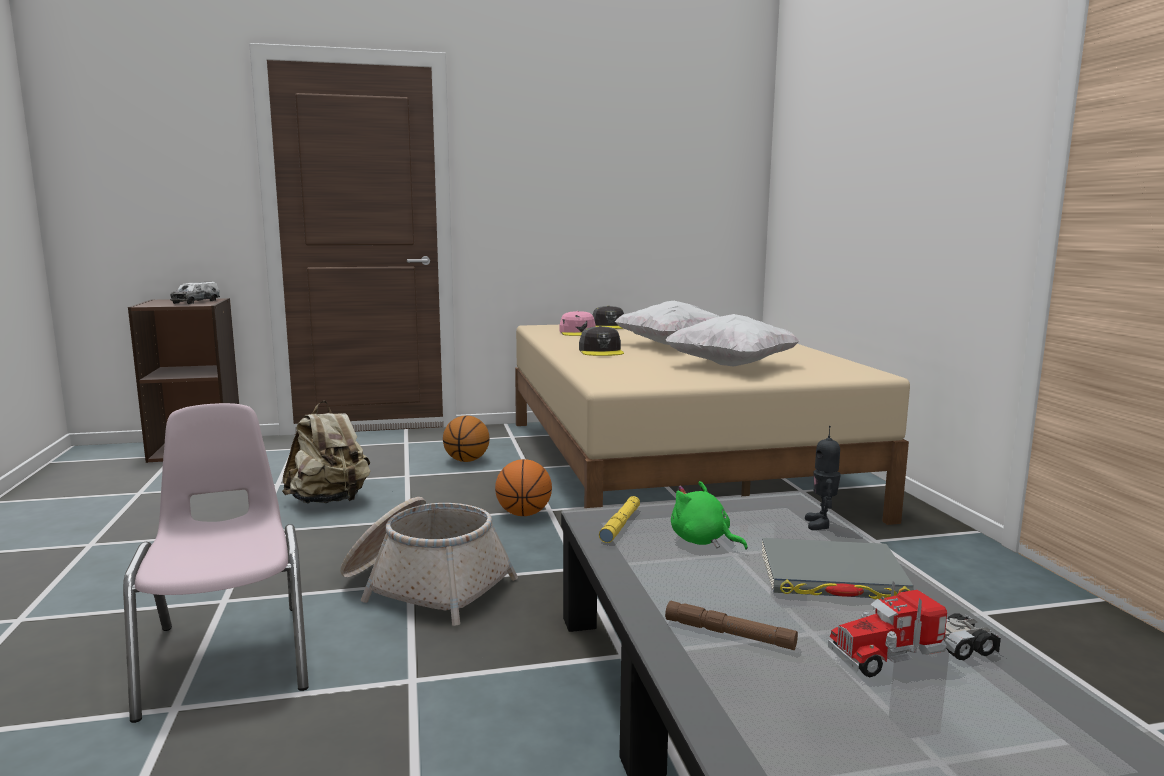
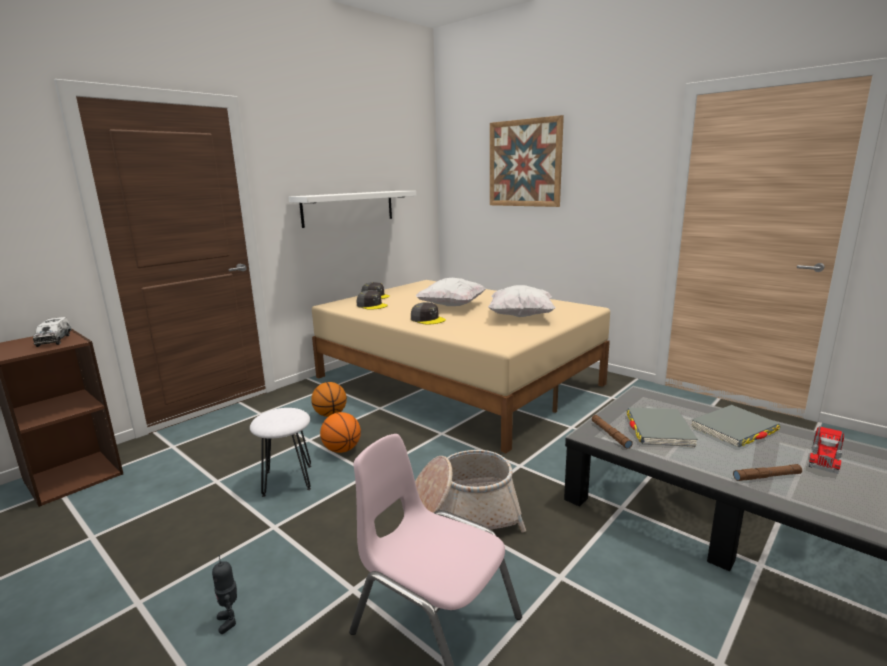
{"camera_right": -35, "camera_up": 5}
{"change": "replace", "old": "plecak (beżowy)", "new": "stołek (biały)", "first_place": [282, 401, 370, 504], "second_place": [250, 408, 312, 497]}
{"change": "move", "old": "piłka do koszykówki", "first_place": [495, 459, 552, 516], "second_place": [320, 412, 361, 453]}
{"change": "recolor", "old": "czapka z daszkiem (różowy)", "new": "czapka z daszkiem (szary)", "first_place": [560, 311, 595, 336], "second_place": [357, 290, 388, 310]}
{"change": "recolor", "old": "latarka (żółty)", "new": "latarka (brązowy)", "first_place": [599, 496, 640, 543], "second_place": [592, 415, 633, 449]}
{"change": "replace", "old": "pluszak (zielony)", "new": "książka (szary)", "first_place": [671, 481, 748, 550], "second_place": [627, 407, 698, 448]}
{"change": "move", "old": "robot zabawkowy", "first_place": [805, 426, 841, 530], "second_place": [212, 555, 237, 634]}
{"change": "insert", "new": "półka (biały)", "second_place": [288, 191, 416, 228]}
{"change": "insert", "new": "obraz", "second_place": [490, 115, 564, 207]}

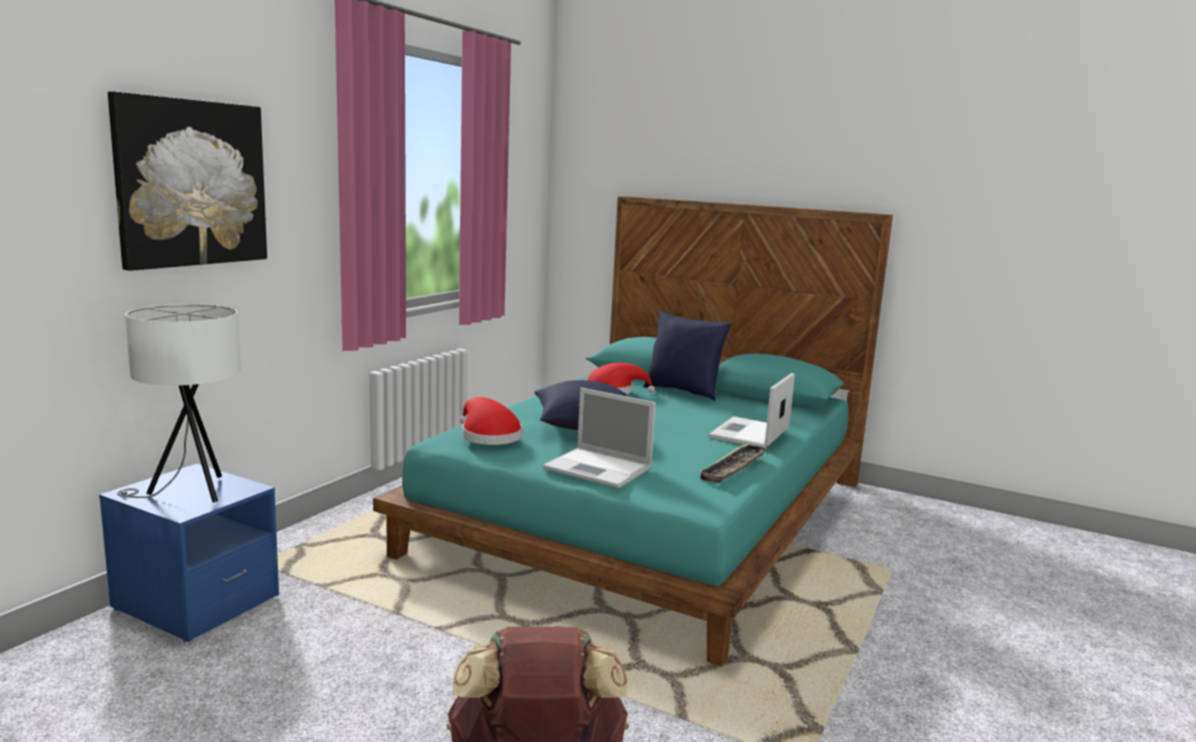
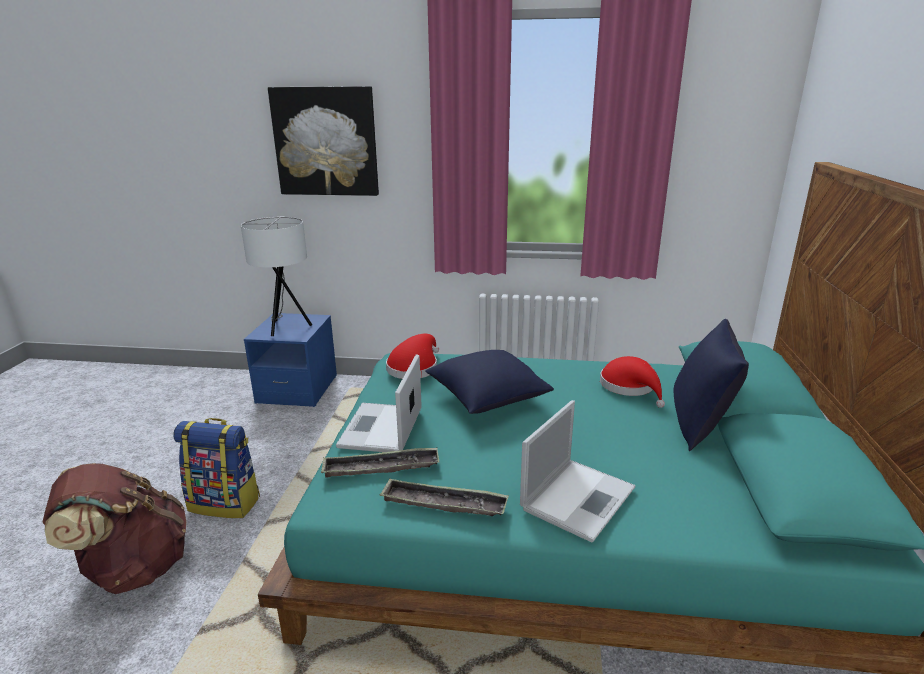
{"camera_right": 70, "camera_up": 10}
{"change": "rotate", "old": "laptop", "first_place": [708, 373, 795, 448], "second_place": [520, 400, 635, 543], "degrees": 120}
{"change": "insert", "new": "plecak", "second_place": [173, 418, 260, 518]}
{"change": "insert", "new": "taca", "second_place": [321, 447, 440, 478]}

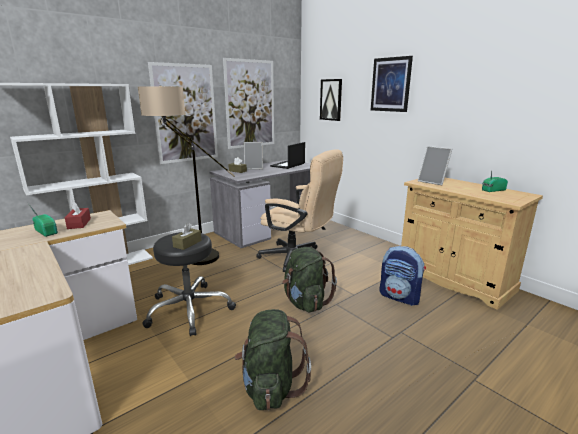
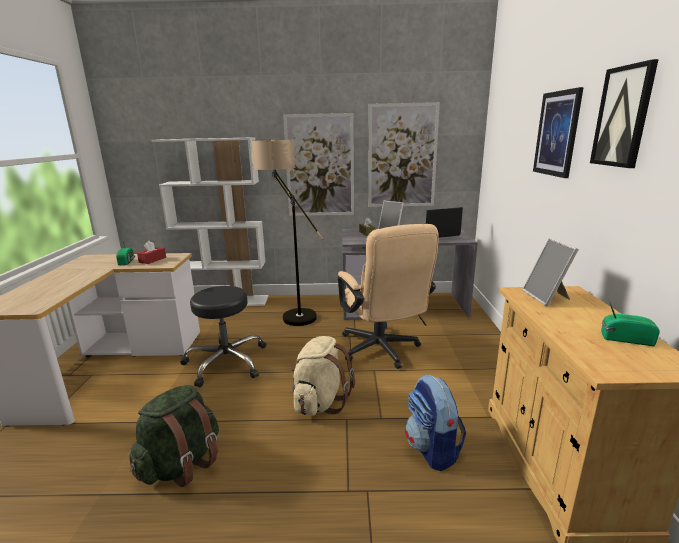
{"camera_right": 40, "camera_up": 0}
{"change": "delete", "old": "pudełko chusteczek (brązowy)", "first_place": [172, 223, 202, 250]}
{"change": "recolor", "old": "plecak (zielony)", "new": "plecak (beżowy)", "first_place": [282, 247, 337, 313], "second_place": [291, 336, 355, 416]}
{"change": "move", "old": "obraz", "first_place": [320, 79, 342, 121], "second_place": [590, 59, 659, 168]}

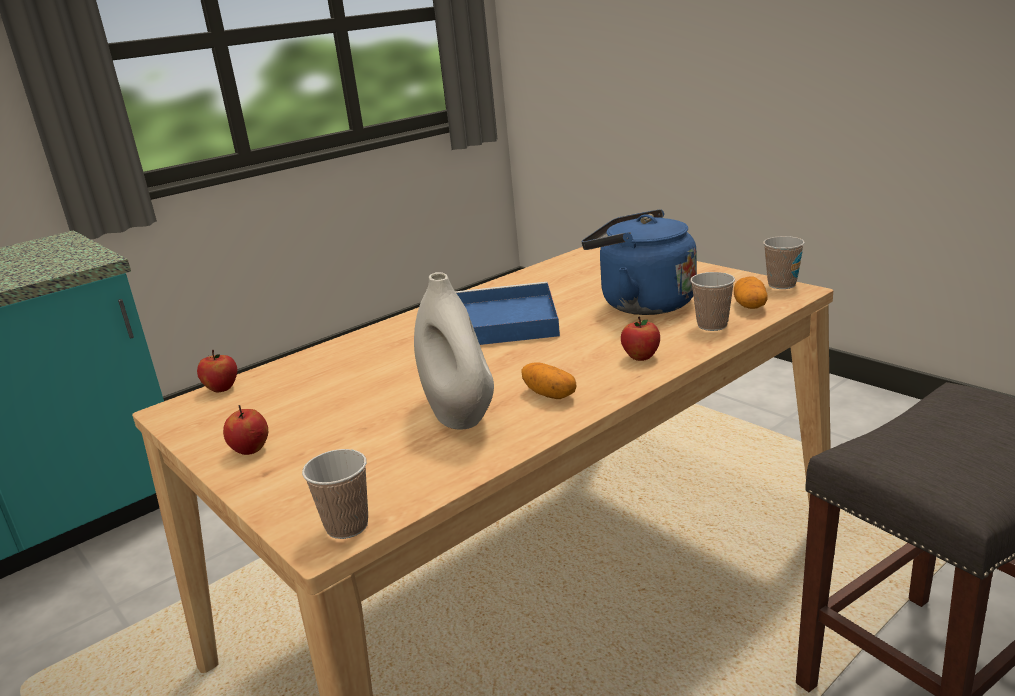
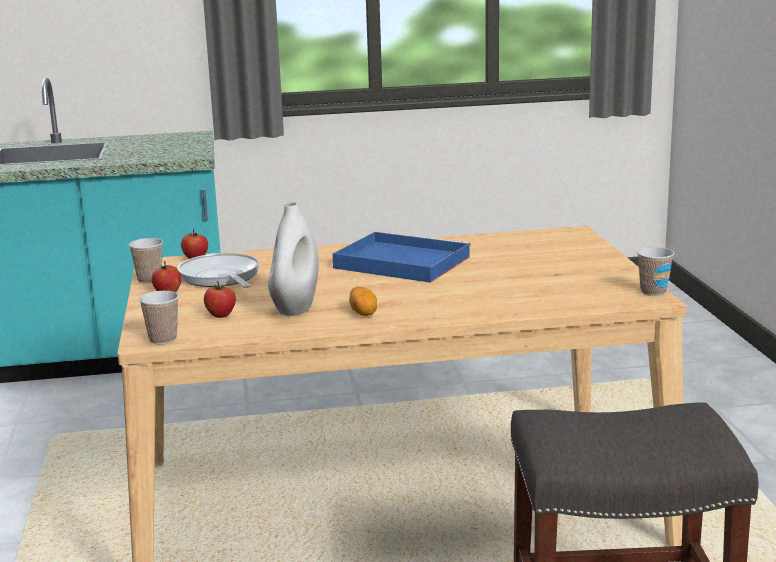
{"camera_right": 30, "camera_up": -5}
{"change": "delete", "old": "czajnik (niebieski)", "first_place": [581, 209, 697, 315]}
{"change": "move", "old": "jabłko", "first_place": [621, 317, 660, 361], "second_place": [204, 281, 236, 318]}
{"change": "move", "old": "filiżanka", "first_place": [690, 272, 735, 331], "second_place": [129, 238, 163, 284]}
{"change": "delete", "old": "ziemniak", "first_place": [734, 276, 768, 309]}
{"change": "insert", "new": "patelnia", "second_place": [177, 253, 259, 288]}

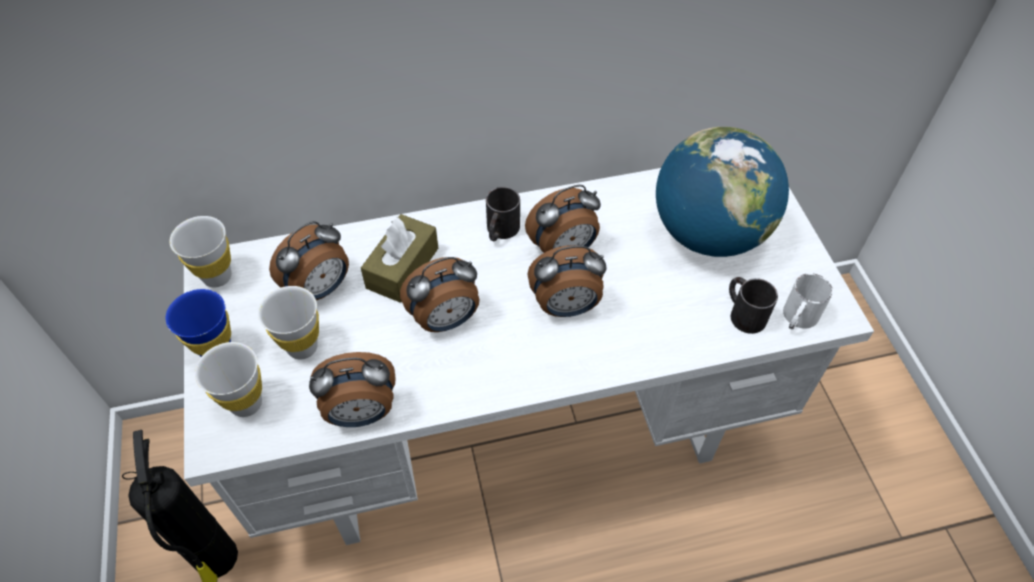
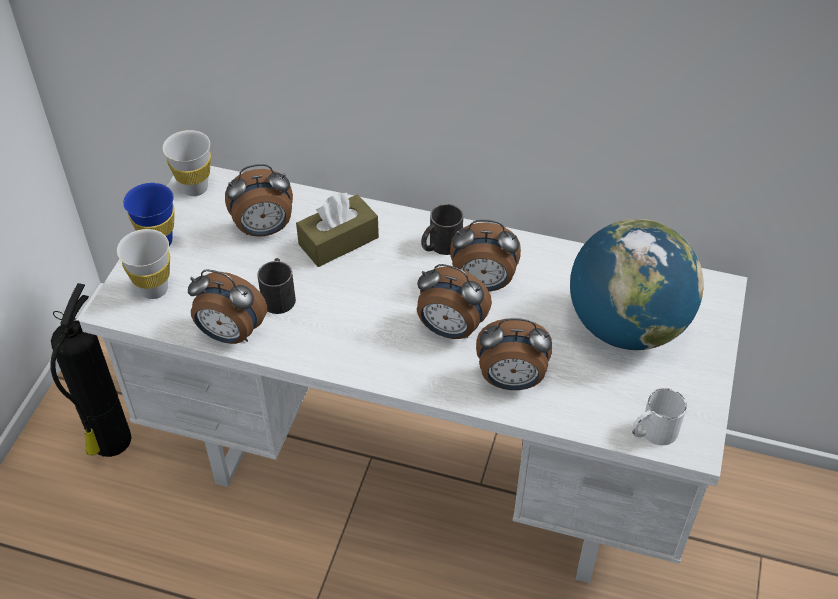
{"camera_right": 30, "camera_up": -5}
{"change": "delete", "old": "filiżanka (biały)", "first_place": [258, 286, 319, 360]}
{"change": "move", "old": "budzik", "first_place": [400, 257, 480, 332], "second_place": [476, 318, 552, 390]}
{"change": "move", "old": "kubek (czarny)", "first_place": [729, 277, 778, 334], "second_place": [257, 258, 296, 314]}

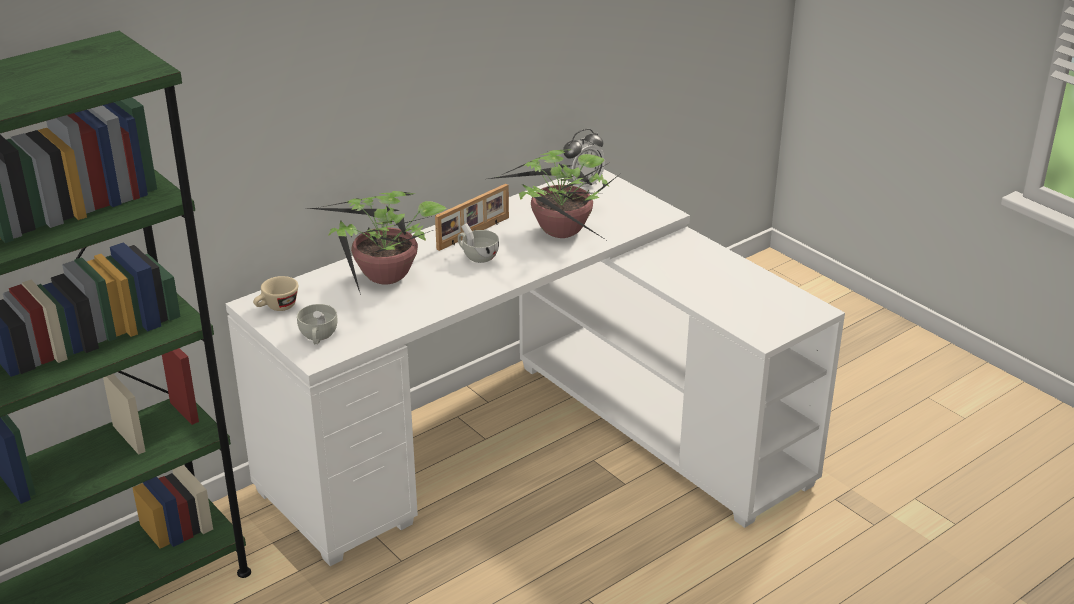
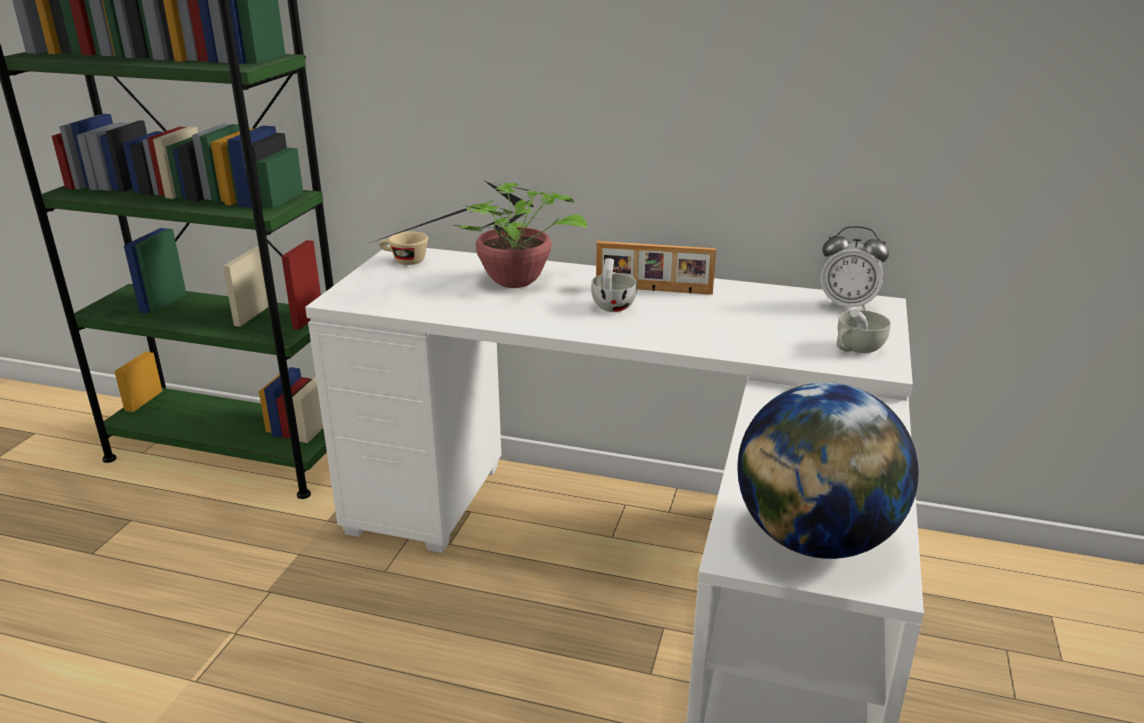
{"camera_right": 55, "camera_up": -5}
{"change": "move", "old": "filiżanka (biały)", "first_place": [297, 304, 338, 344], "second_place": [837, 309, 891, 353]}
{"change": "delete", "old": "roślina doniczkowa", "first_place": [488, 149, 620, 240]}
{"change": "insert", "new": "globus", "second_place": [737, 382, 918, 559]}

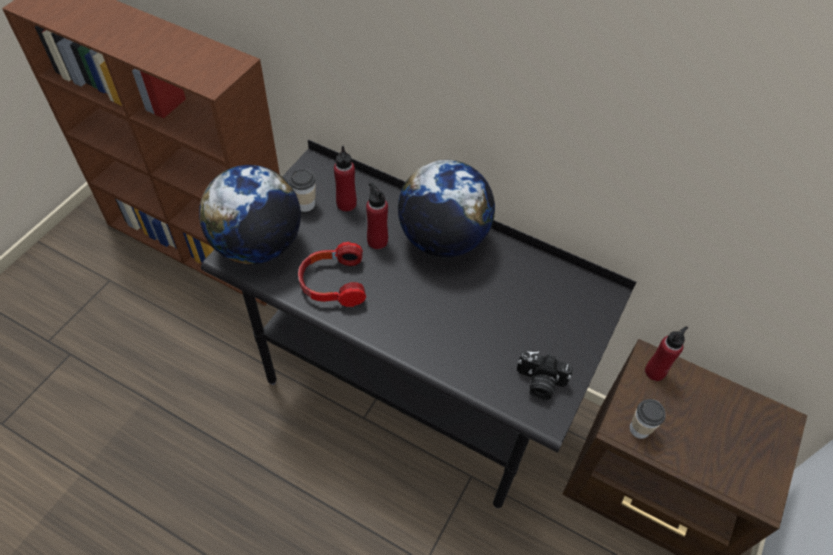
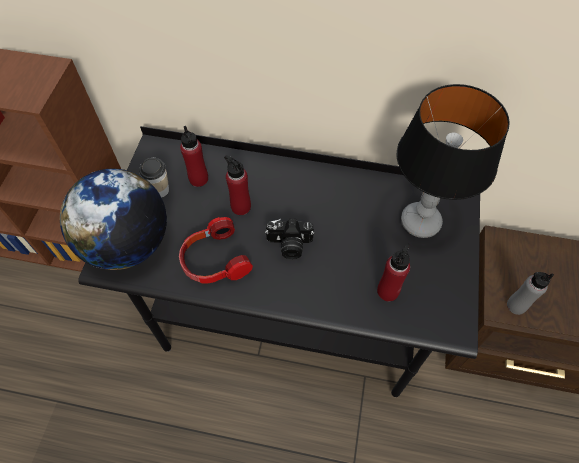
{"camera_right": -15, "camera_up": 5}
{"change": "delete", "old": "globus", "first_place": [398, 160, 495, 257]}
{"change": "move", "old": "aparat fotograficzny", "first_place": [517, 351, 573, 400], "second_place": [265, 219, 314, 259]}
{"change": "replace", "old": "filiżanka", "new": "butelka (szary)", "first_place": [630, 399, 666, 439], "second_place": [507, 272, 554, 315]}
{"change": "move", "old": "butelka (czerwony)", "first_place": [645, 326, 688, 381], "second_place": [377, 244, 410, 302]}
{"change": "insert", "new": "lampa stołowa", "second_place": [397, 84, 510, 238]}

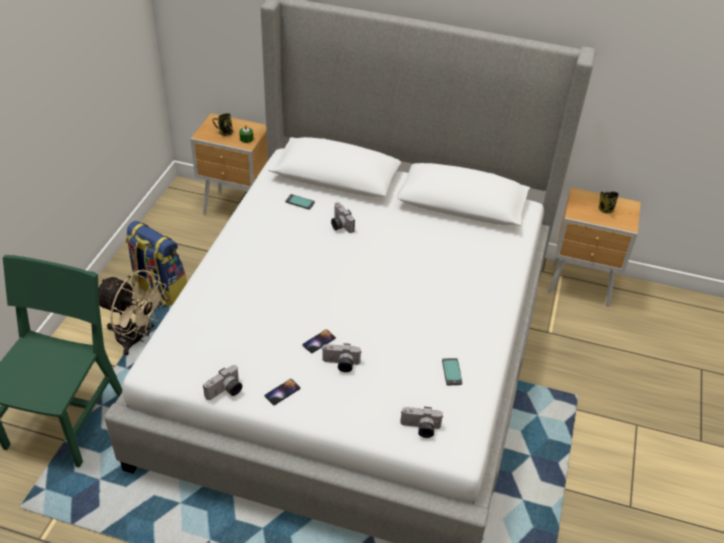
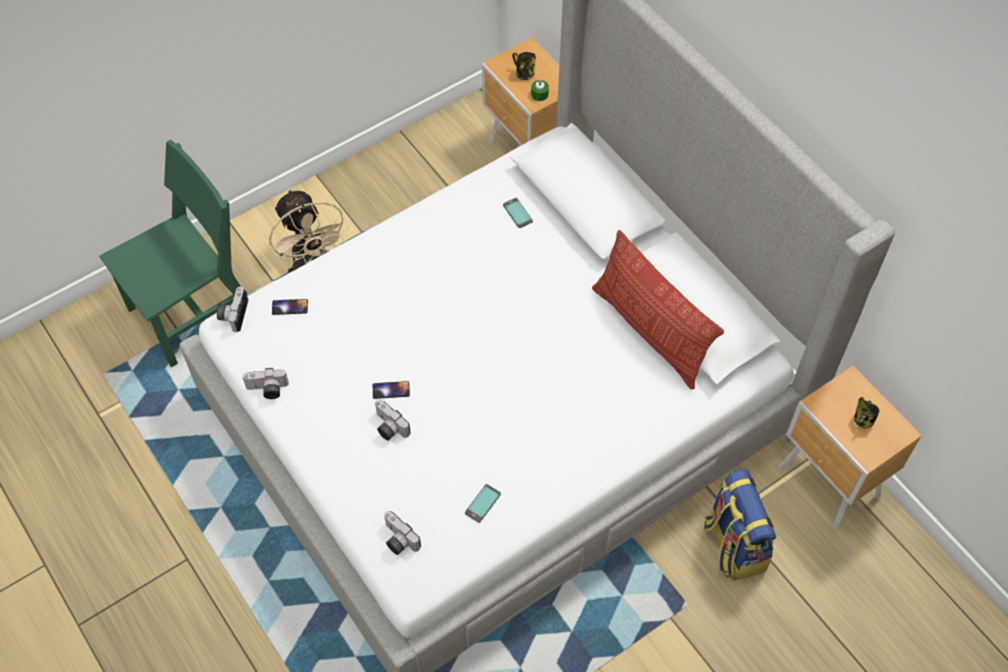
{"camera_right": 40, "camera_up": 15}
{"change": "move", "old": "plecak", "first_place": [125, 221, 187, 307], "second_place": [703, 468, 776, 581]}
{"change": "move", "old": "telefon", "first_place": [264, 379, 300, 405], "second_place": [272, 299, 308, 315]}
{"change": "move", "old": "aparat fotograficzny", "first_place": [331, 202, 355, 233], "second_place": [217, 287, 248, 332]}
{"change": "insert", "new": "poduszka", "second_place": [592, 230, 724, 390]}

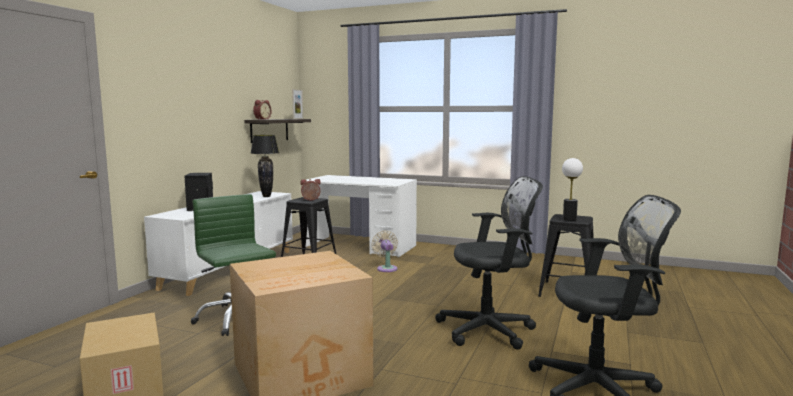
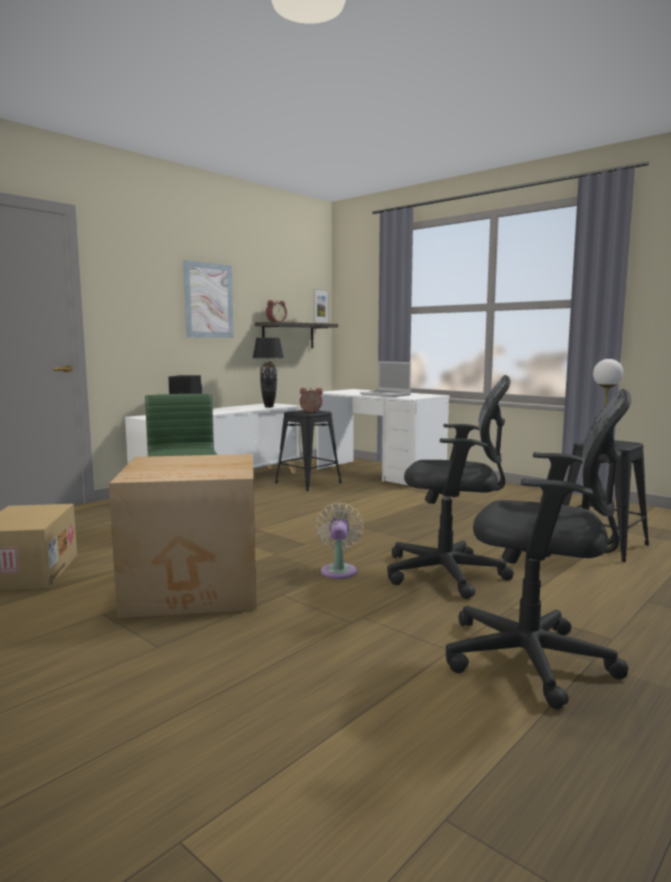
{"camera_right": 20, "camera_up": 0}
{"change": "move", "old": "wentylator (beżowy)", "first_place": [371, 231, 398, 272], "second_place": [315, 503, 364, 579]}
{"change": "insert", "new": "obraz", "second_place": [183, 260, 234, 338]}
{"change": "insert", "new": "laptop", "second_place": [360, 361, 411, 397]}

